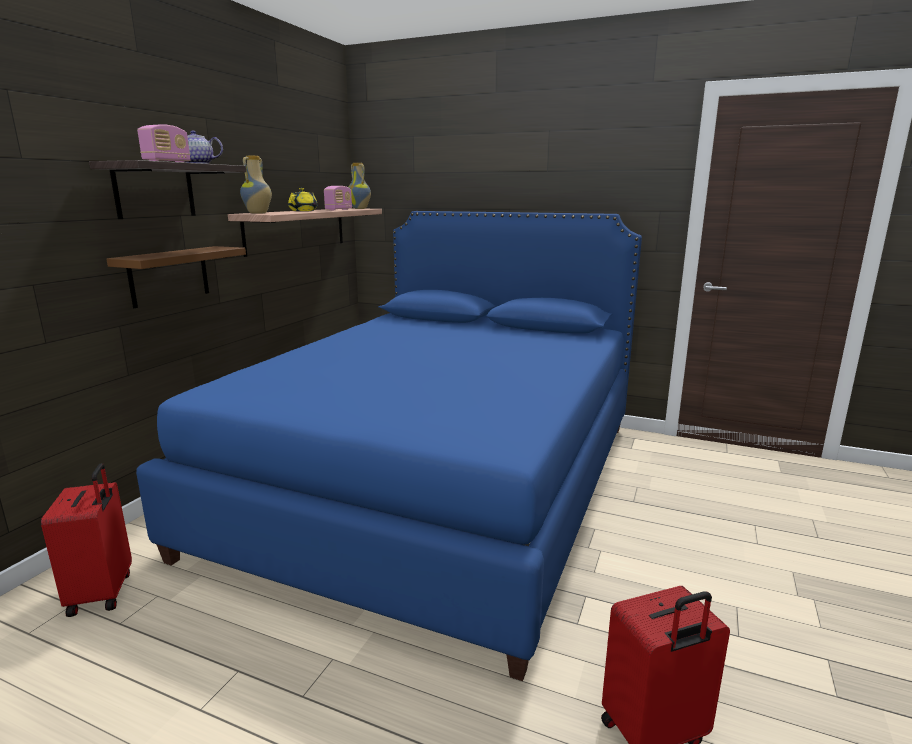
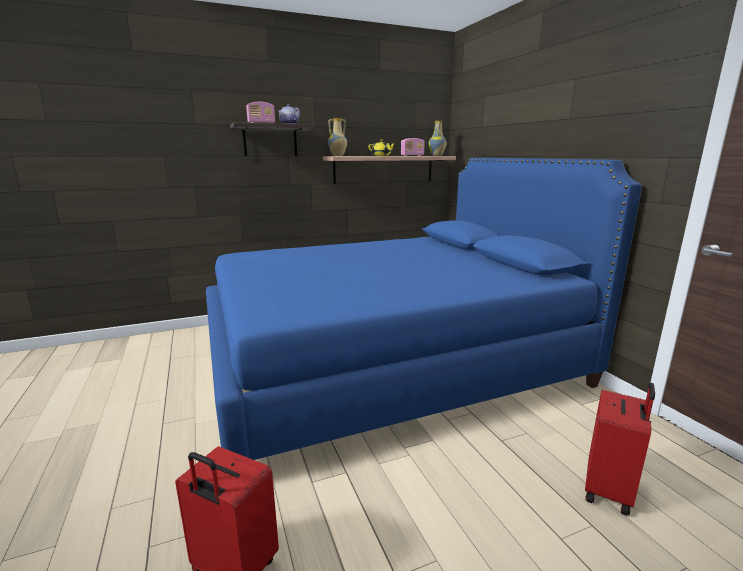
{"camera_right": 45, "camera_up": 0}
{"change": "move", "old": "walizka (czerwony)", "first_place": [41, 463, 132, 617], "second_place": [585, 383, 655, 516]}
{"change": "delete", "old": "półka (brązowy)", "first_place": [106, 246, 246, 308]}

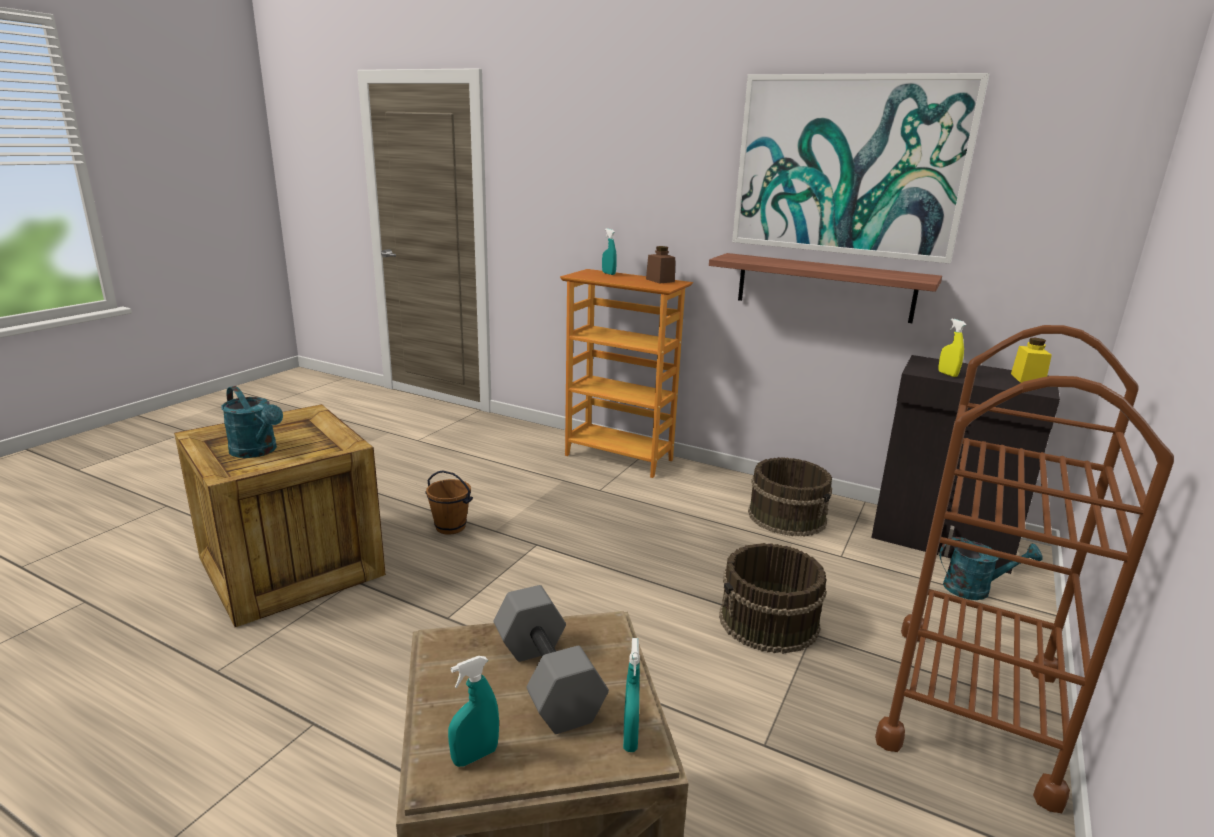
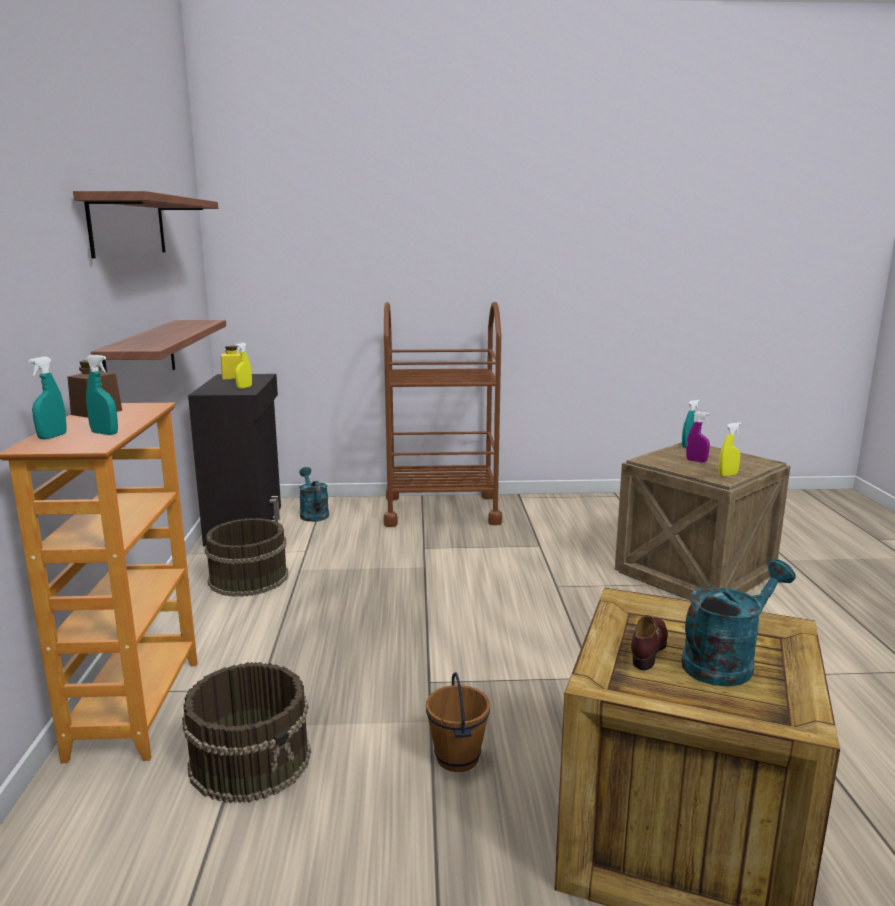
{"camera_right": -120, "camera_up": -5}
{"change": "rotate", "old": "konewka (turkusowy)", "first_place": [221, 386, 283, 458], "second_place": [681, 559, 796, 687], "degrees": 45}
{"change": "move", "old": "spryskiwacz (turkusowy)", "first_place": [448, 656, 499, 767], "second_place": [85, 355, 118, 435]}
{"change": "replace", "old": "hantel (szary)", "new": "spryskiwacz (fioletowy)", "first_place": [493, 585, 609, 734], "second_place": [686, 412, 710, 462]}
{"change": "move", "old": "wiadro (brązowy)", "first_place": [719, 543, 827, 654], "second_place": [182, 662, 311, 803]}
{"change": "replace", "old": "obraz", "new": "półka", "first_place": [732, 73, 989, 264], "second_place": [73, 191, 218, 258]}
{"change": "insert", "new": "but (brązowy)", "second_place": [631, 615, 668, 670]}
{"change": "insert", "new": "spryskiwacz (żółty)", "second_place": [718, 423, 742, 476]}

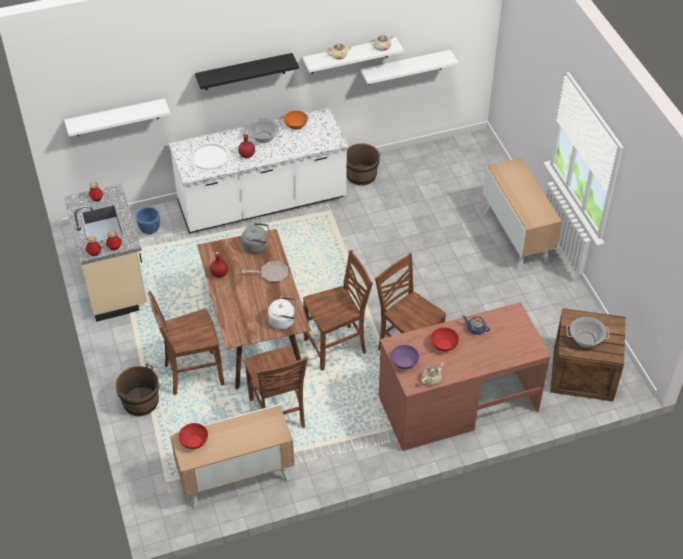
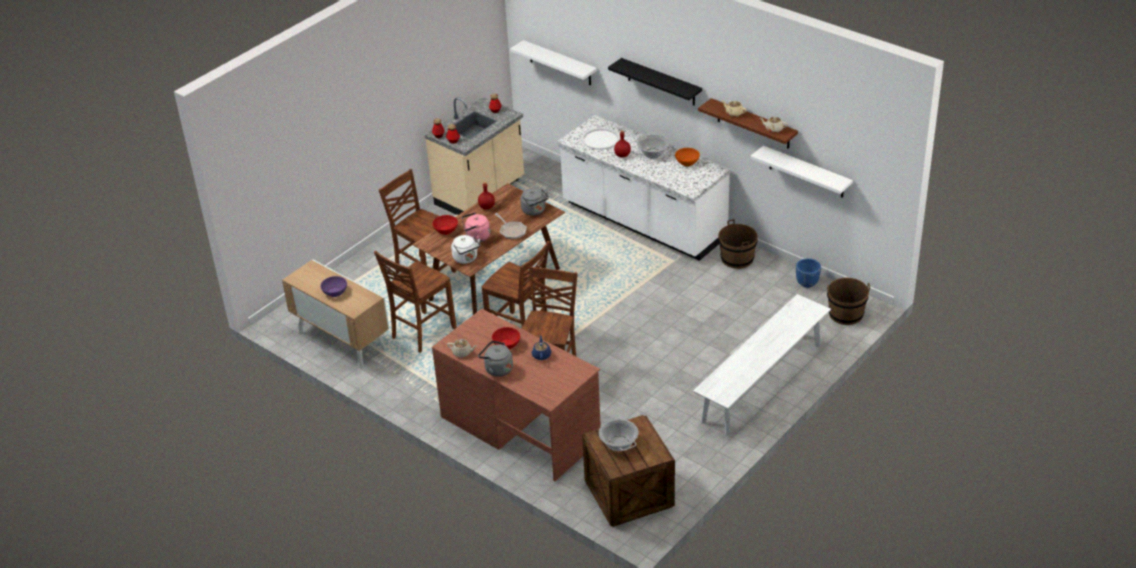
{"camera_right": 60, "camera_up": -10}
{"change": "move", "old": "wiadro (brązowy)", "first_place": [116, 363, 159, 416], "second_place": [827, 278, 870, 325]}
{"change": "move", "old": "donica (niebieski)", "first_place": [136, 207, 160, 234], "second_place": [796, 258, 821, 288]}
{"change": "move", "old": "miska (czerwony)", "first_place": [178, 423, 208, 449], "second_place": [433, 215, 458, 235]}
{"change": "recolor", "old": "półka (biały)", "new": "półka (brązowy)", "first_place": [303, 37, 404, 74], "second_place": [698, 98, 798, 149]}
{"change": "move", "old": "miska (fioletowy)", "first_place": [391, 345, 419, 369], "second_place": [321, 276, 347, 297]}
{"change": "replace", "old": "szafka", "new": "ławka (biały)", "first_place": [483, 158, 562, 271], "second_place": [693, 294, 831, 436]}
{"change": "insert", "new": "czajnik (różowy)", "second_place": [462, 212, 490, 242]}
{"change": "insert", "new": "czajnik (szary)", "second_place": [478, 341, 513, 377]}

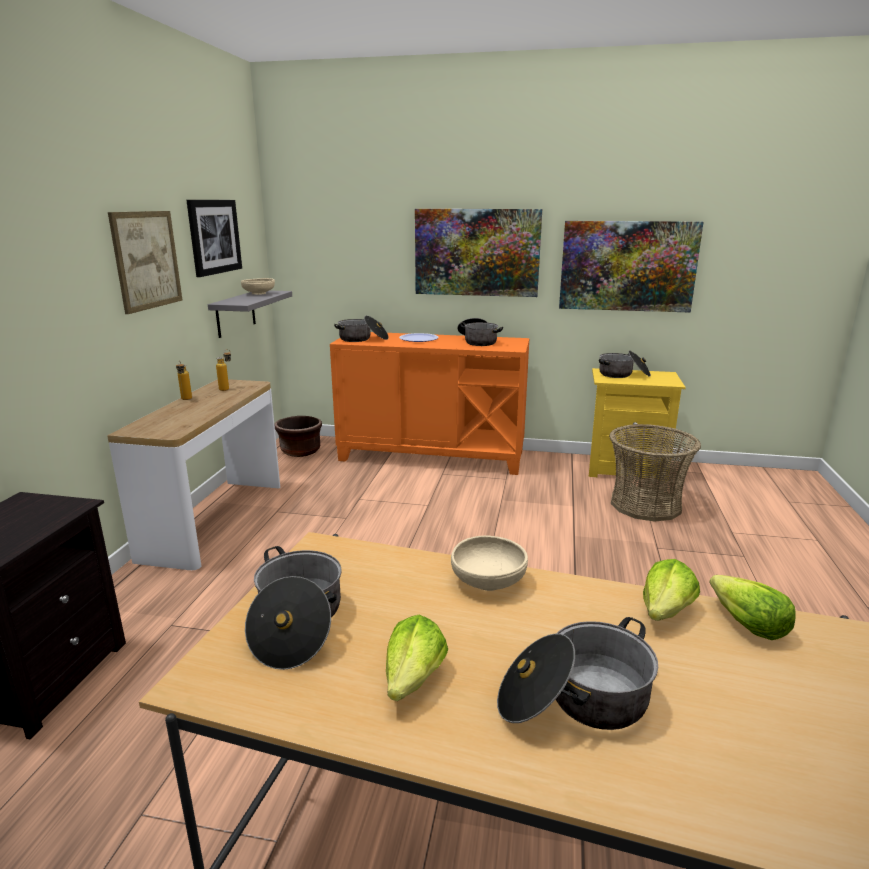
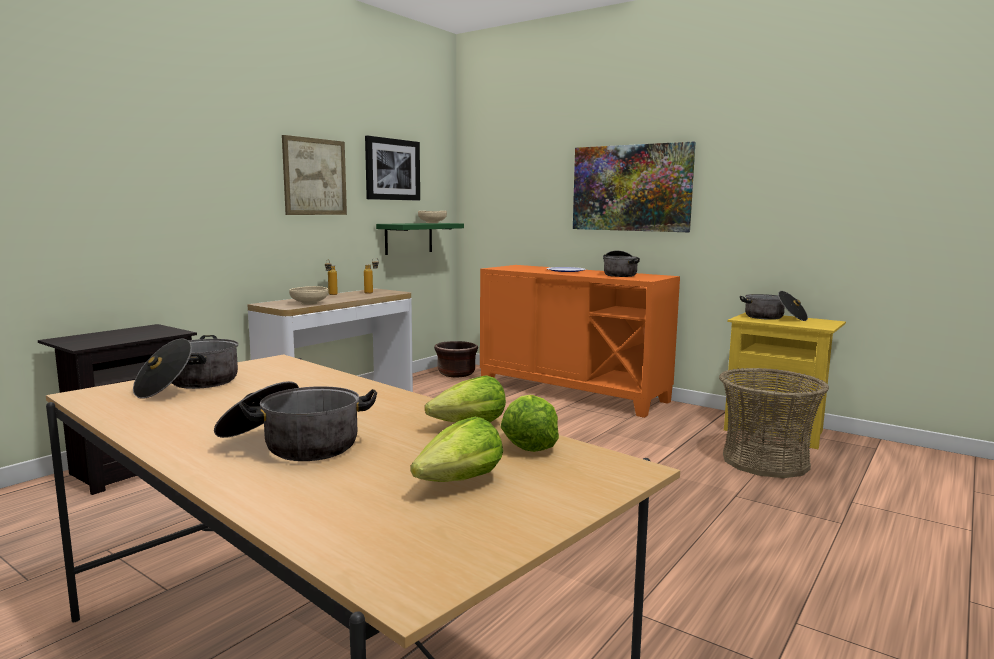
{"camera_right": 25, "camera_up": -10}
{"change": "recolor", "old": "półka (szary)", "new": "półka (zielony)", "first_place": [208, 290, 292, 338], "second_place": [376, 223, 464, 255]}
{"change": "delete", "old": "garnek", "first_place": [334, 316, 389, 342]}
{"change": "move", "old": "sałata", "first_place": [386, 615, 448, 701], "second_place": [410, 417, 503, 482]}
{"change": "move", "old": "miska (beżowy)", "first_place": [451, 536, 528, 591], "second_place": [289, 286, 328, 305]}
{"change": "delete", "old": "obraz", "first_place": [559, 221, 703, 313]}

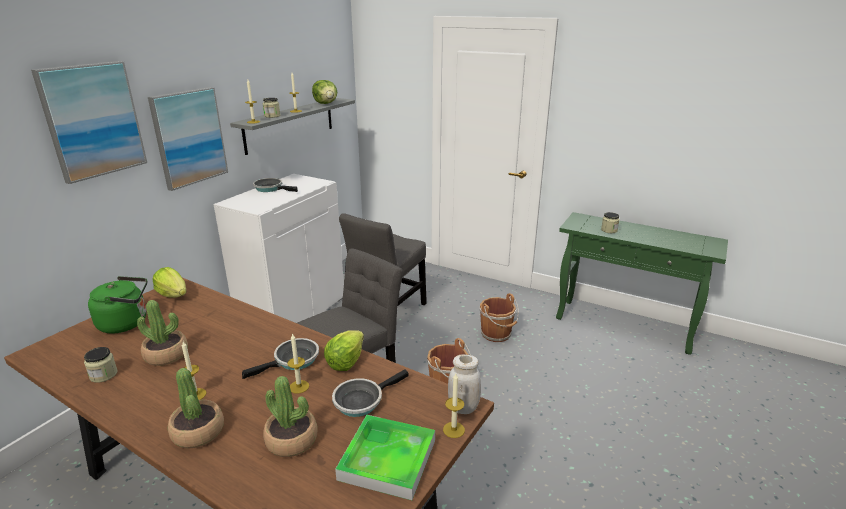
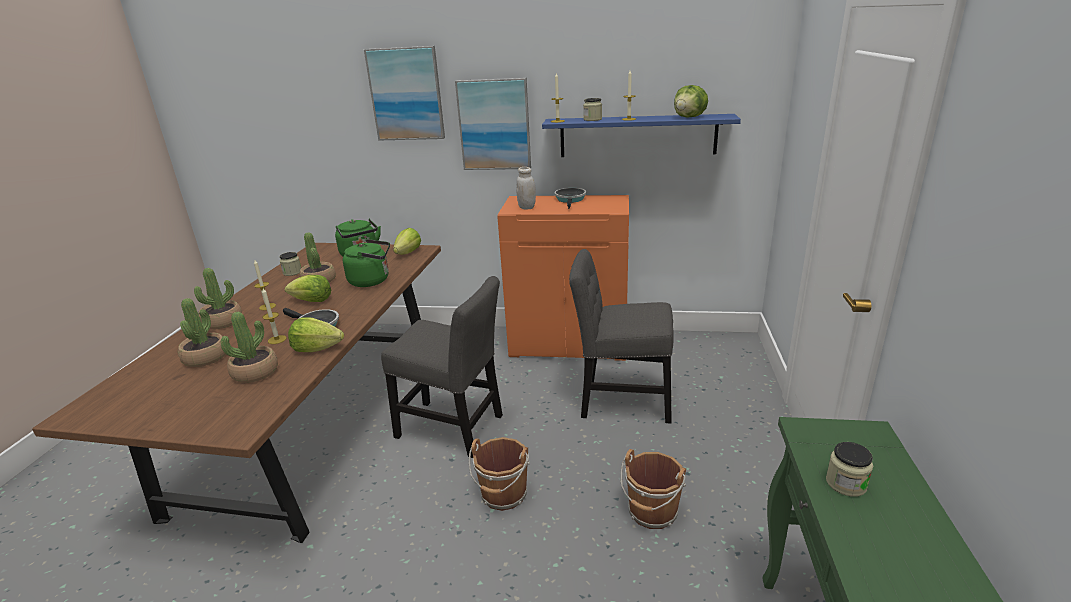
{"camera_right": 70, "camera_up": 0}
{"change": "recolor", "old": "szafka (biały)", "new": "szafka (pomarańczowy)", "first_place": [213, 174, 344, 323], "second_place": [497, 195, 629, 361]}
{"change": "recolor", "old": "półka (szary)", "new": "półka (niebieski)", "first_place": [230, 98, 355, 155], "second_place": [542, 114, 741, 157]}
{"change": "replace", "old": "patelnia", "new": "roślina doniczkowa", "first_place": [332, 370, 408, 417], "second_place": [221, 312, 278, 383]}
{"change": "delete", "old": "taca", "first_place": [335, 415, 435, 500]}
{"change": "delete", "old": "świeca", "first_place": [443, 374, 465, 438]}
{"change": "move", "old": "słoik (biały)", "first_place": [448, 354, 481, 414], "second_place": [517, 167, 536, 210]}
{"change": "insert", "new": "sałata", "second_place": [285, 275, 331, 302]}
{"change": "insert", "new": "czajnik (zielony)", "second_place": [343, 239, 390, 287]}

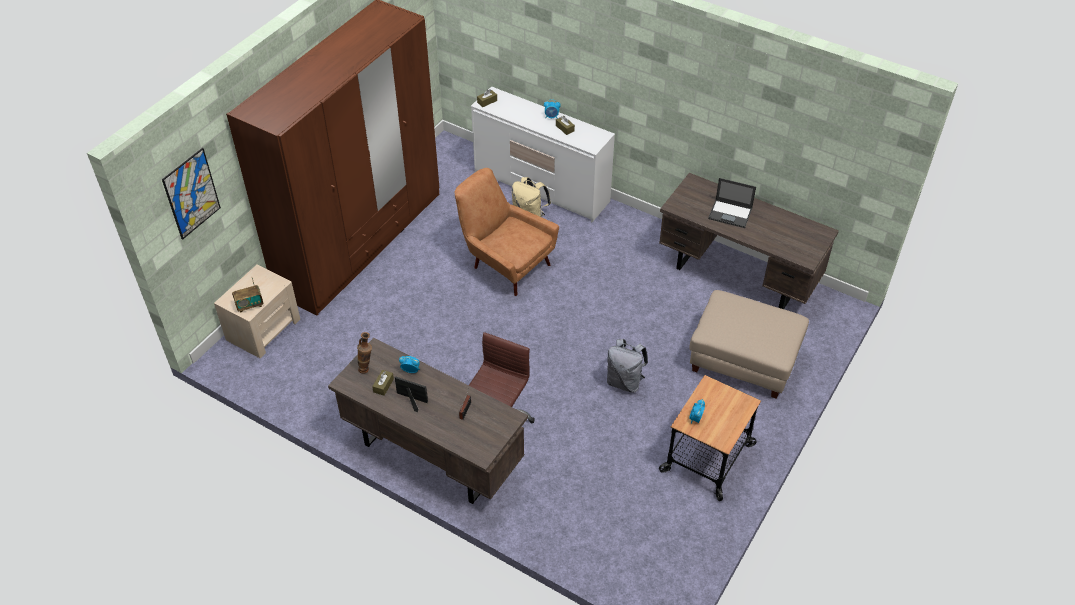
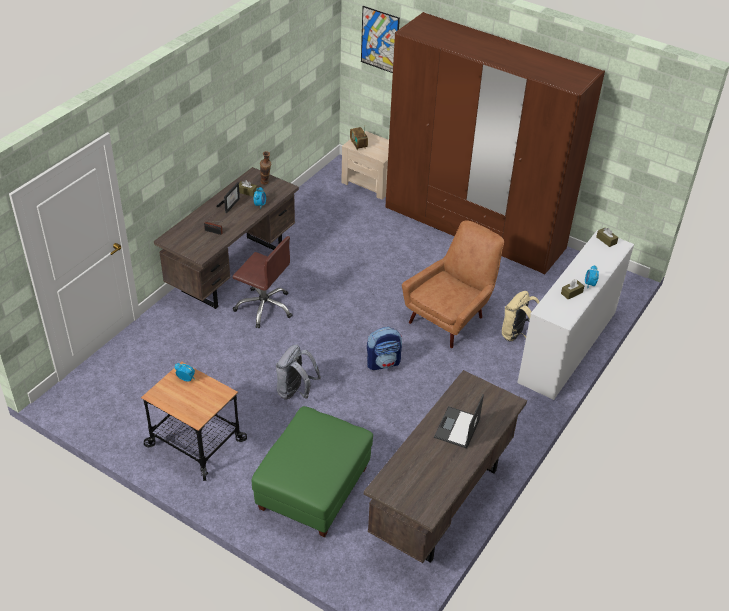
{"camera_right": 90, "camera_up": -5}
{"change": "recolor", "old": "pufa (beżowy)", "new": "pufa (zielony)", "first_place": [690, 290, 809, 398], "second_place": [252, 406, 373, 537]}
{"change": "insert", "new": "plecak", "second_place": [367, 327, 402, 370]}

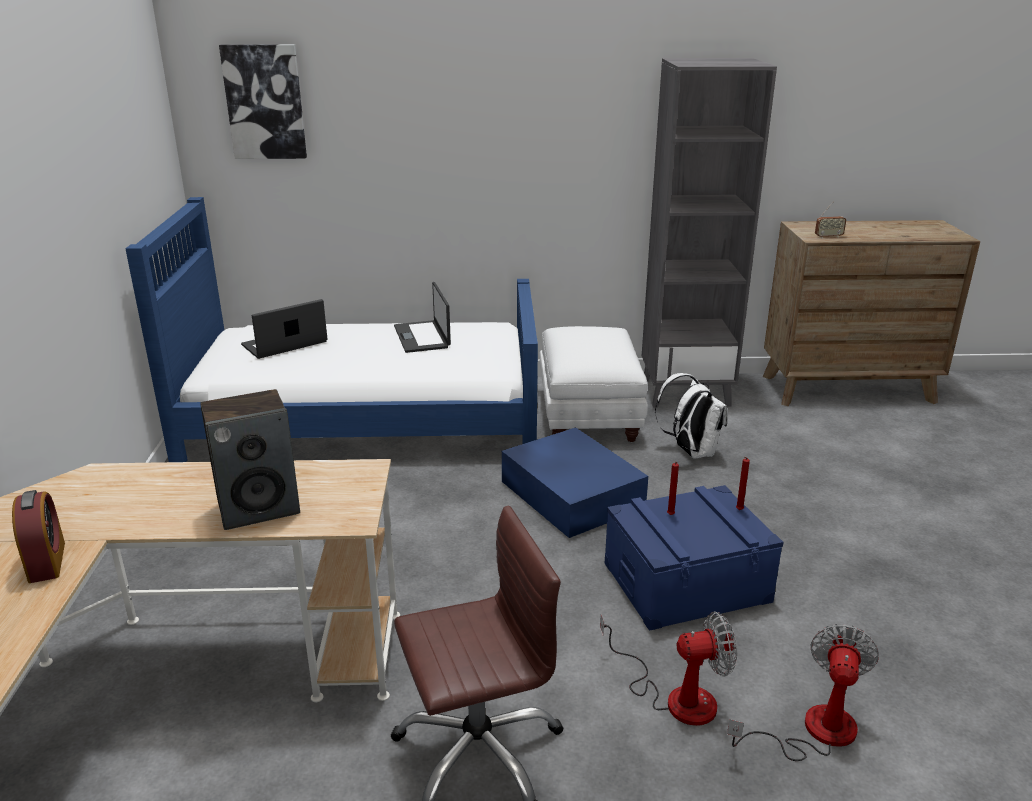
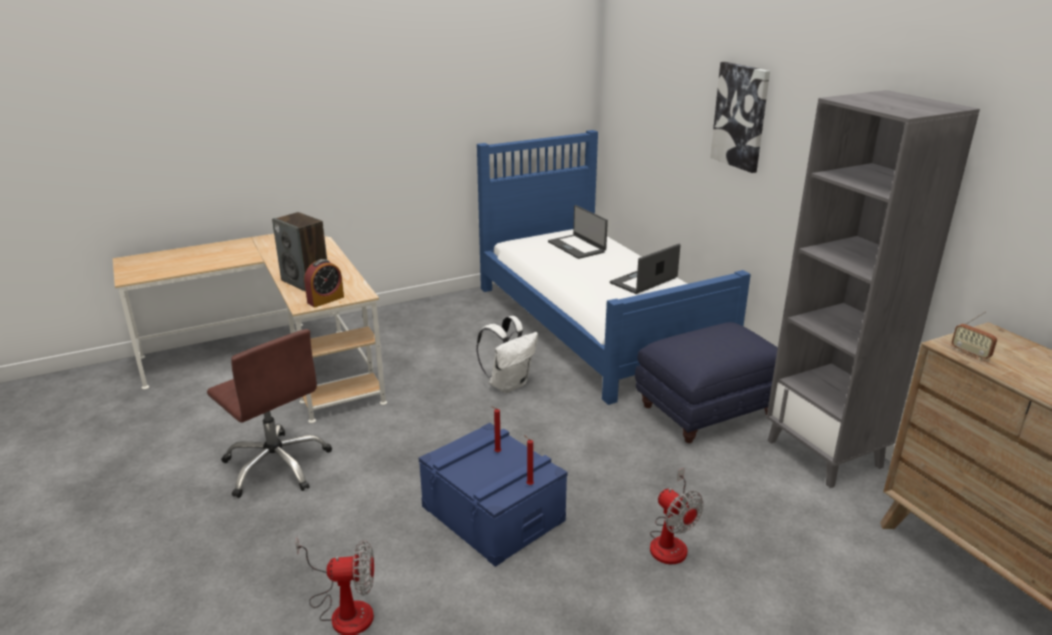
{"camera_right": 65, "camera_up": 0}
{"change": "move", "old": "budzik", "first_place": [12, 490, 65, 583], "second_place": [304, 259, 344, 307]}
{"change": "move", "old": "obraz", "first_place": [219, 44, 307, 159], "second_place": [710, 62, 770, 173]}
{"change": "rotate", "old": "laptop", "first_place": [241, 299, 327, 359], "second_place": [548, 205, 608, 259], "degrees": -150}
{"change": "delete", "old": "pojemnik do przechowywania (niebieski)", "first_place": [502, 427, 648, 538]}
{"change": "recolor", "old": "pufa (biały)", "new": "pufa (niebieski)", "first_place": [539, 326, 648, 442], "second_place": [635, 322, 778, 443]}
{"change": "move", "old": "wentylator", "first_place": [600, 612, 737, 726], "second_place": [650, 467, 704, 564]}
{"change": "move", "old": "plecak (biały)", "first_place": [655, 373, 727, 459], "second_place": [476, 316, 538, 393]}

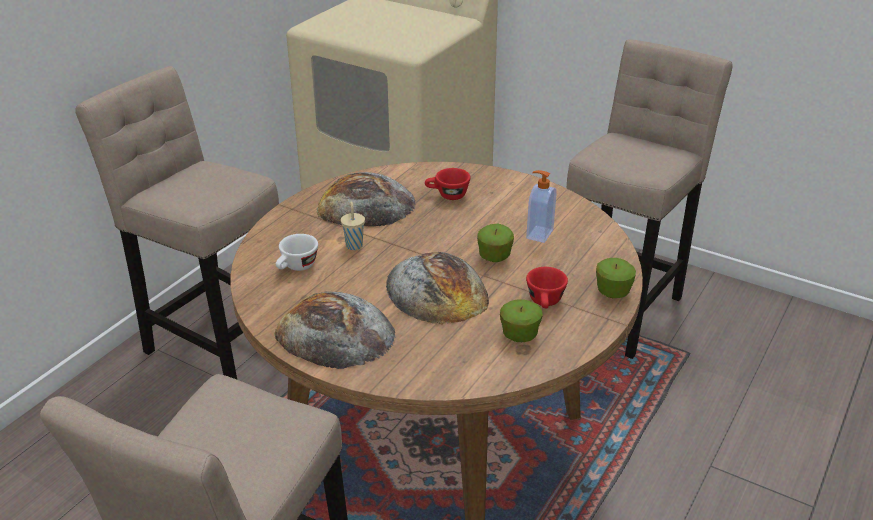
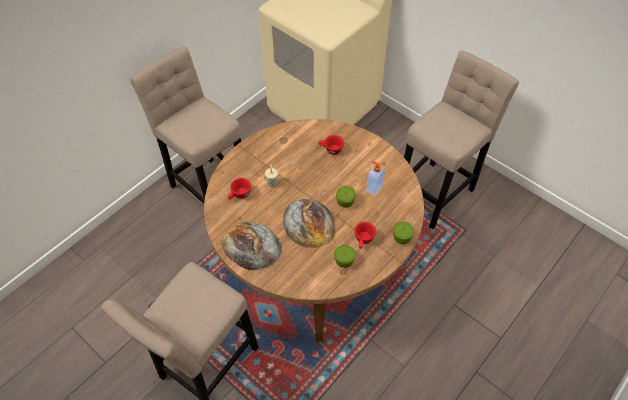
{"camera_right": 10, "camera_up": 20}
{"change": "recolor", "old": "filiżanka (biały)", "new": "filiżanka (czerwony)", "first_place": [276, 234, 318, 271], "second_place": [227, 178, 251, 200]}
{"change": "delete", "old": "chleb", "first_place": [317, 172, 416, 227]}

